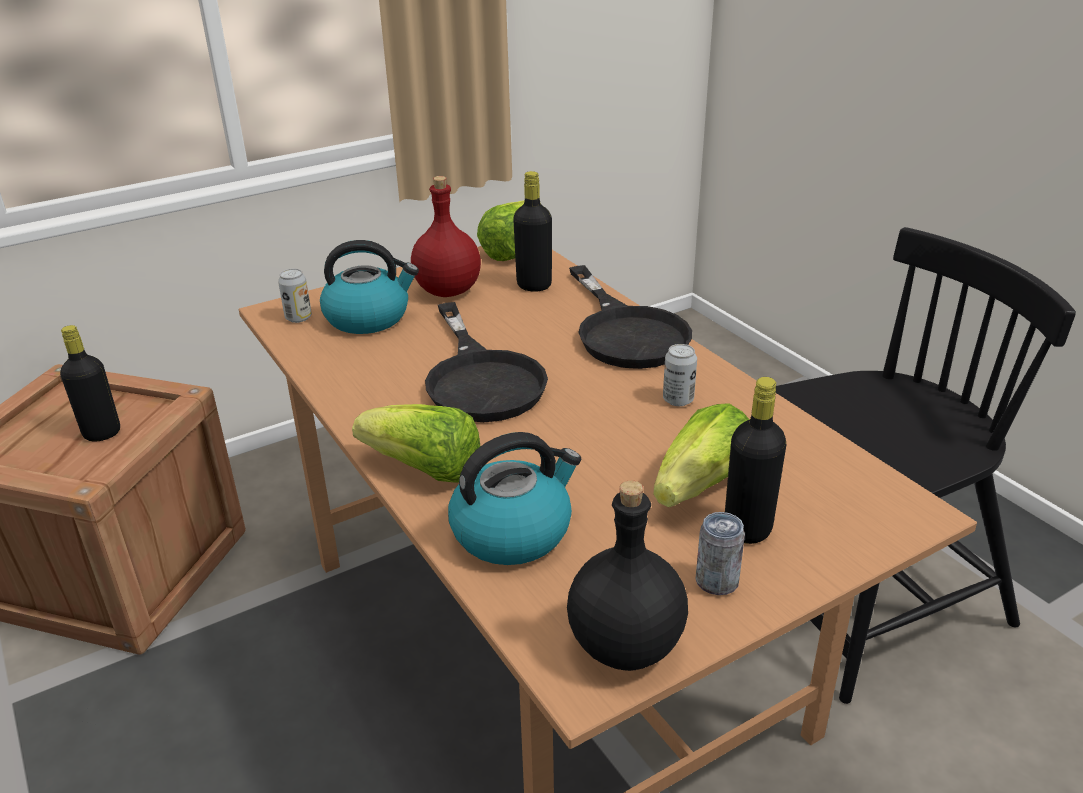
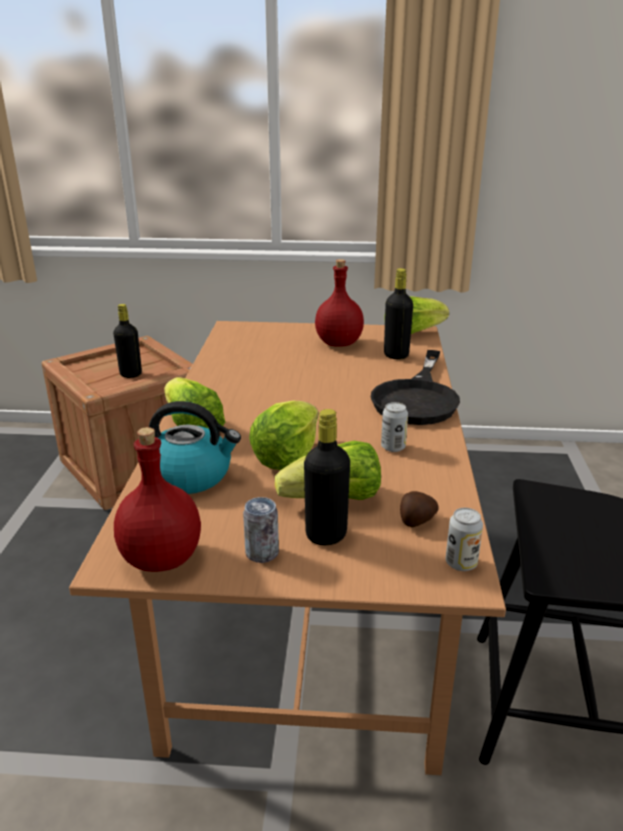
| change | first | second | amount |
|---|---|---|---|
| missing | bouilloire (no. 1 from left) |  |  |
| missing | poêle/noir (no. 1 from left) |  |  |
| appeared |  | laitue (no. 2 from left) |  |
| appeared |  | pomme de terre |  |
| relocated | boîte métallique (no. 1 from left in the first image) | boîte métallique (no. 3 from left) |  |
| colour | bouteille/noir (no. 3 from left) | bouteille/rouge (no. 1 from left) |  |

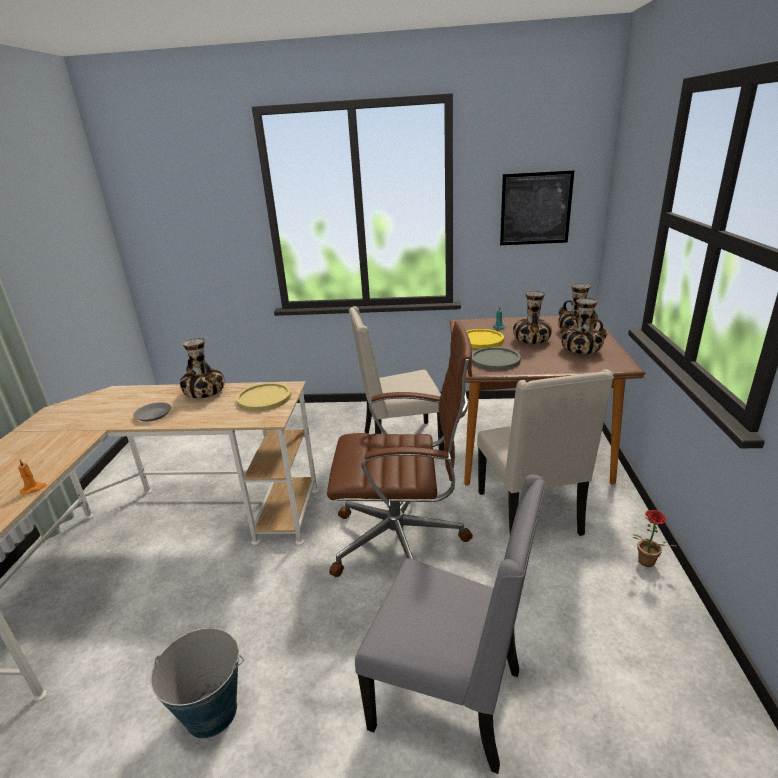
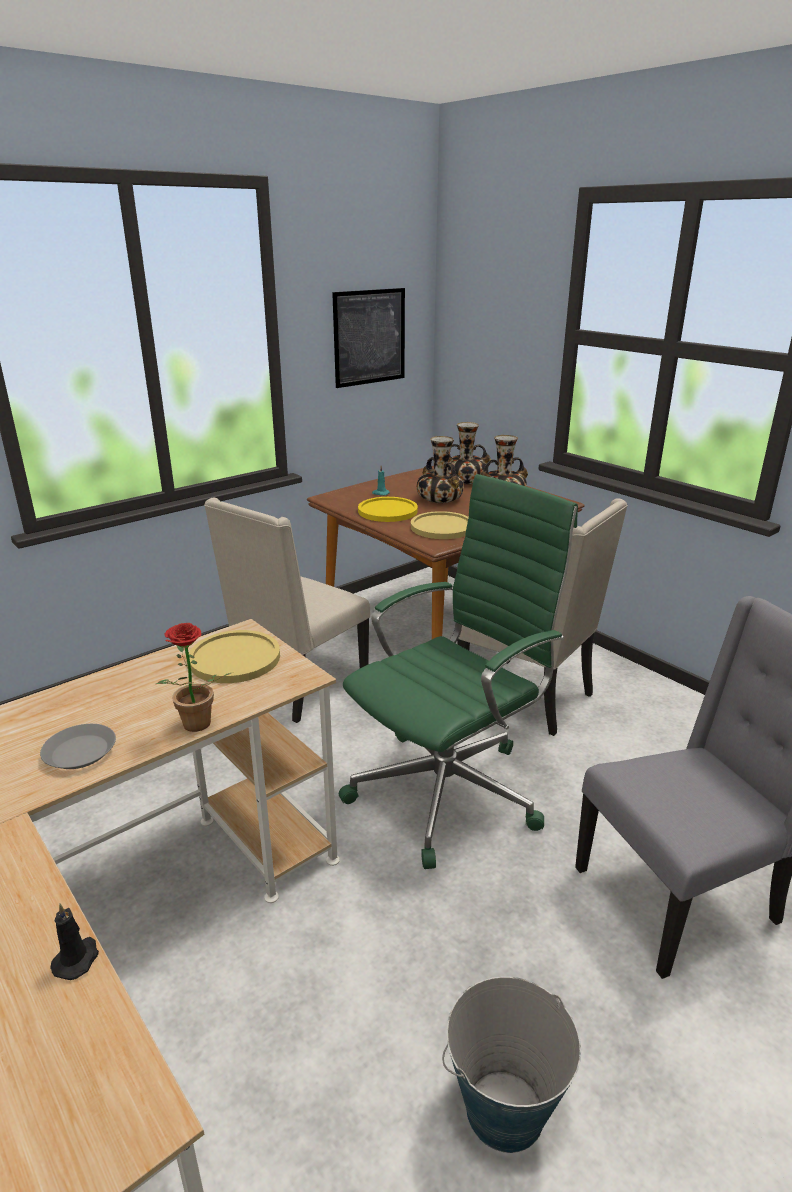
| change | first | second | amount |
|---|---|---|---|
| missing | vase (no. 1 from left) |  |  |
| relocated | plante en pot |  |  |
| colour | bougie/orange | bougie/noir |  |
| colour | chaise de bureau/marron | chaise de bureau/vert |  |
| colour | assiette/gris (no. 2 from left) | assiette/jaune (no. 3 from left) |  |

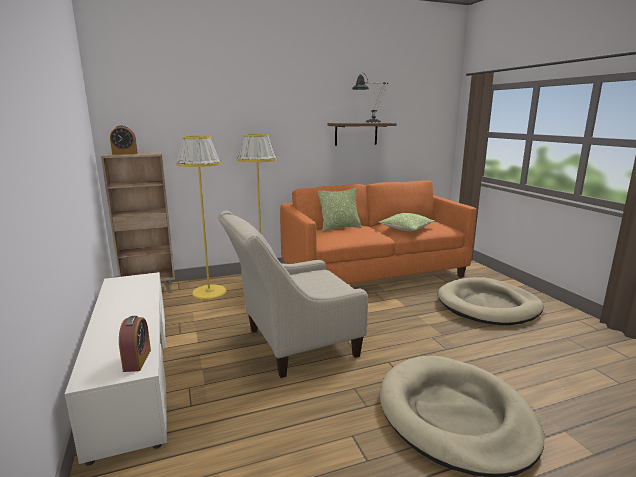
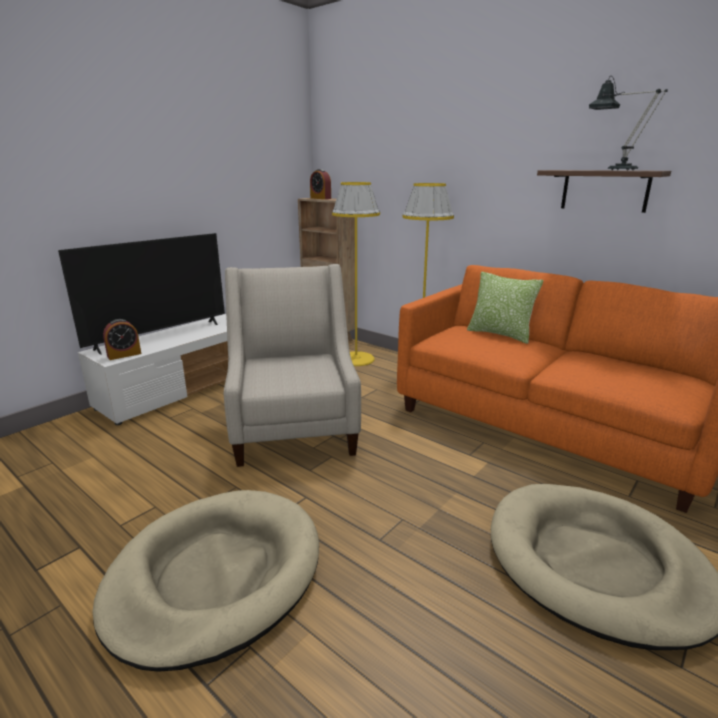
| change | first | second | amount |
|---|---|---|---|
| missing | coussin (no. 2 from left) |  |  |
| appeared |  | téléviseur |  |
| spun | fauteuil/beige |  | 45 degrees clockwise |

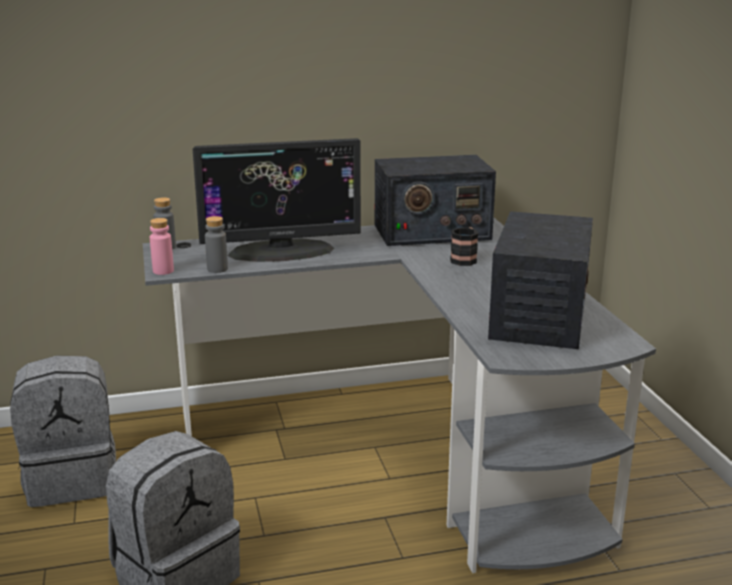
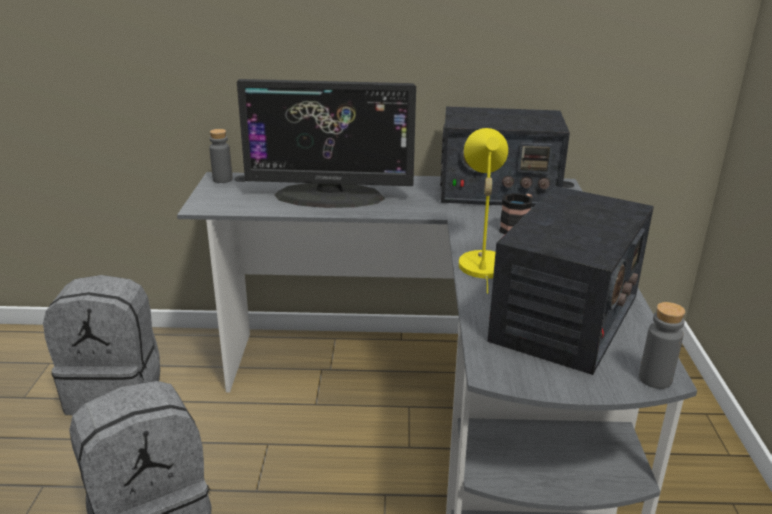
| change | first | second | amount |
|---|---|---|---|
| missing | bouteille/rose |  |  |
| appeared |  | lampe de table/jaune |  |
| relocated | bouteille/gris (no. 2 from left) |  |  |

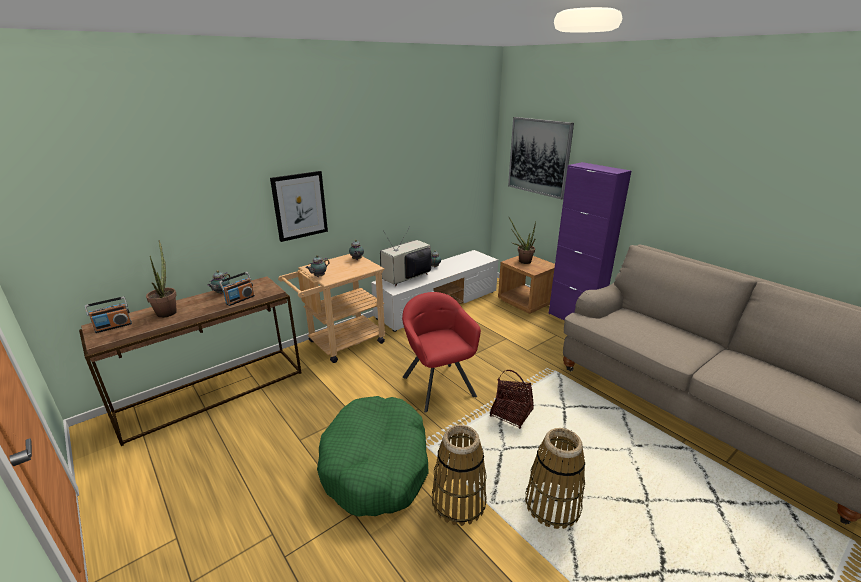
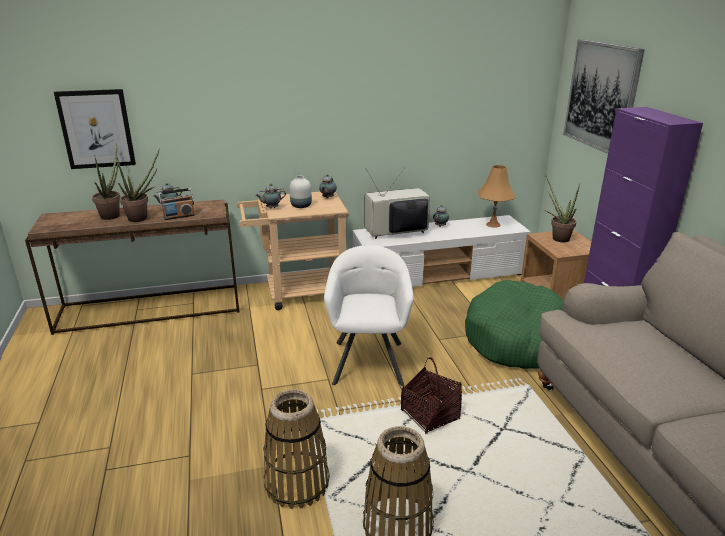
| change | first | second | amount |
|---|---|---|---|
| missing | radio (no. 1 from left) |  |  |
| appeared |  | plante en pot (no. 2 from left) |  |
| appeared |  | vase/blanc |  |
| appeared |  | lampe de table/orange |  |
| relocated | tableau (no. 1 from left) |  |  |
| relocated | panier pour chien/vert |  |  |
| colour | fauteuil/rouge | fauteuil/blanc |  |

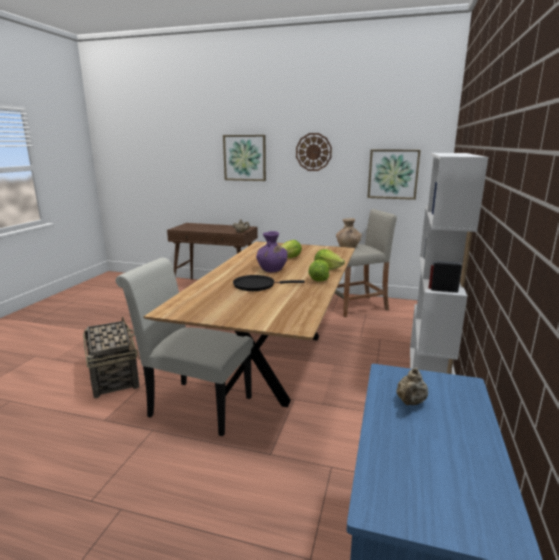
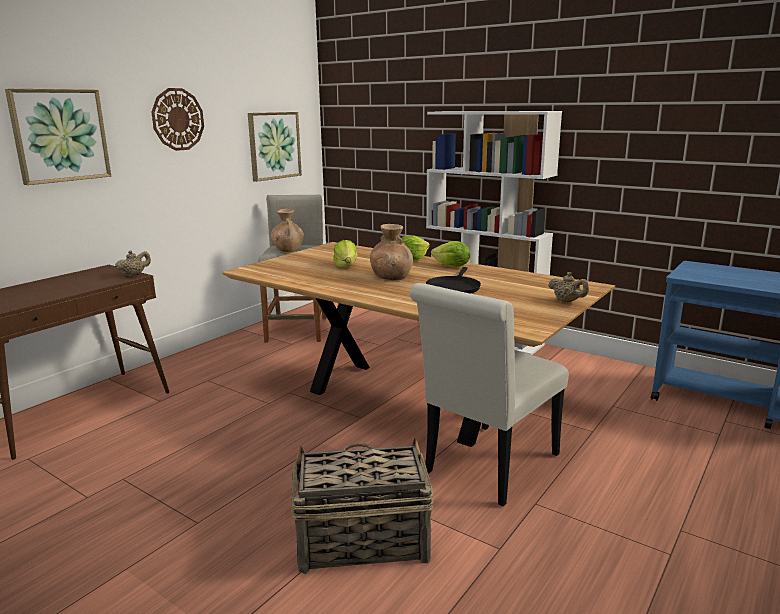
| change | first | second | amount |
|---|---|---|---|
| relocated | théière/beige (no. 2 from left) |  |  |
| colour | vase/violet | vase/marron (no. 2 from left) |  |

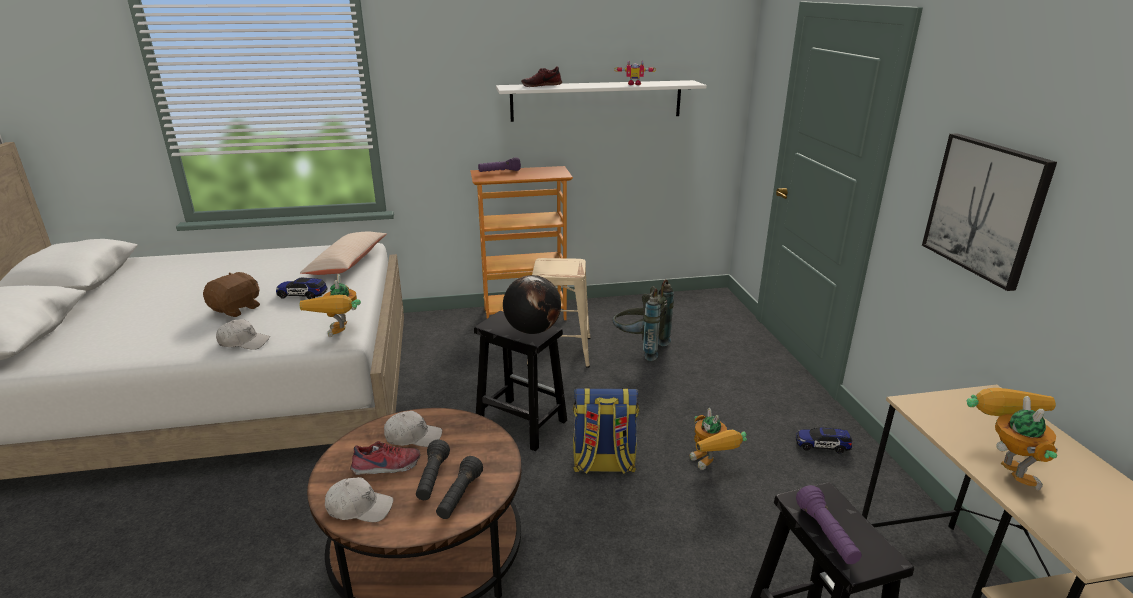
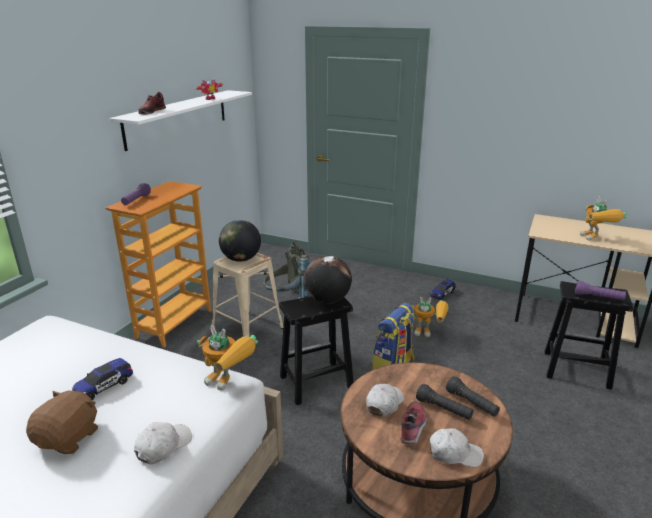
| change | first | second | amount |
|---|---|---|---|
| missing | coussin/beige |  |  |
| missing | tableau |  |  |
| appeared |  | globe (no. 1 from left) |  |
| spun | peluche/marron |  | 45 degrees clockwise |
| spun | casquette/blanc (no. 2 from left in the first image) | casquette/blanc (no. 3 from left) | 60 degrees clockwise |
| spun | robot jouet (no. 4 from left) |  | 135 degrees counterclockwise |

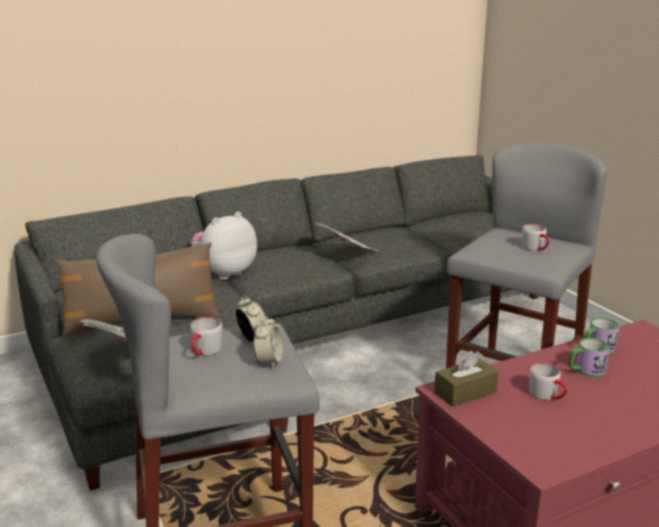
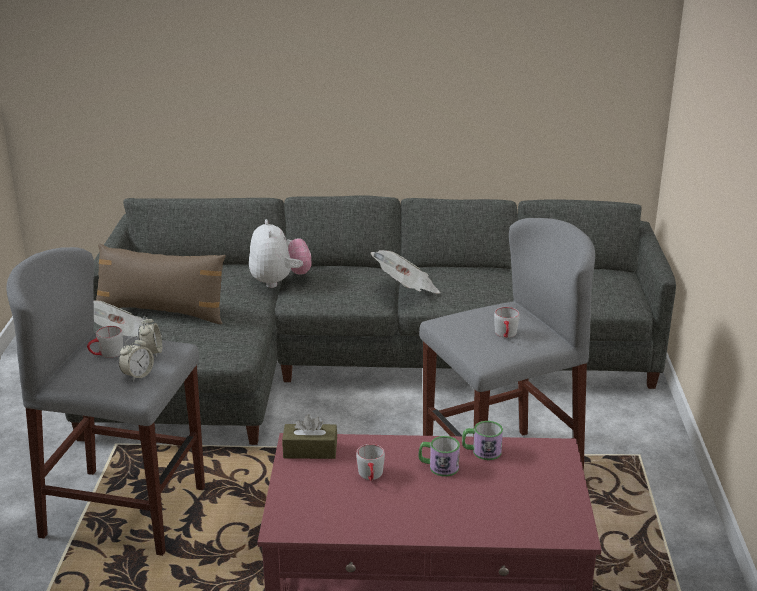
| change | first | second | amount |
|---|---|---|---|
| spun | peluche |  | 90 degrees clockwise |

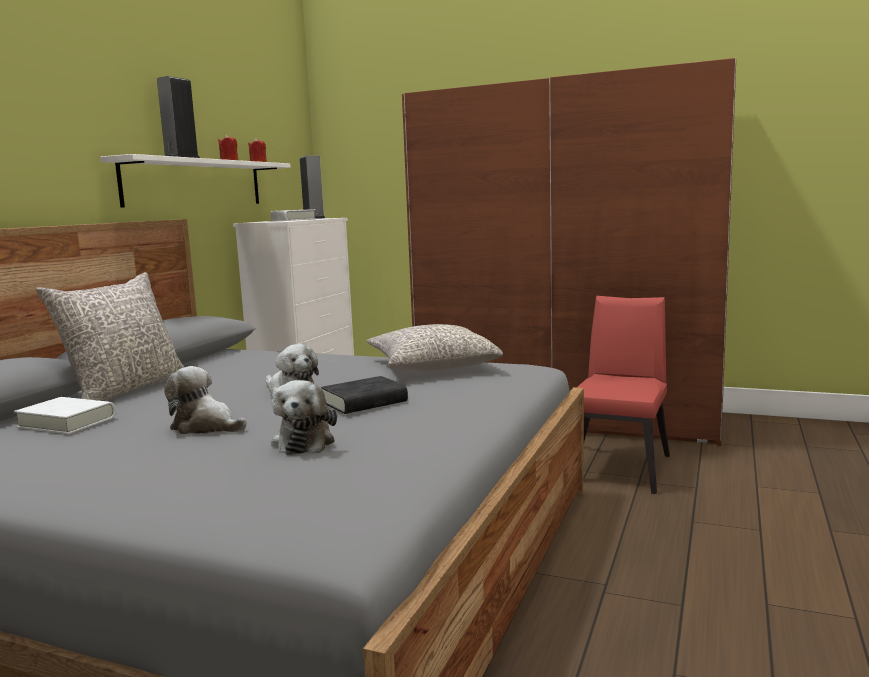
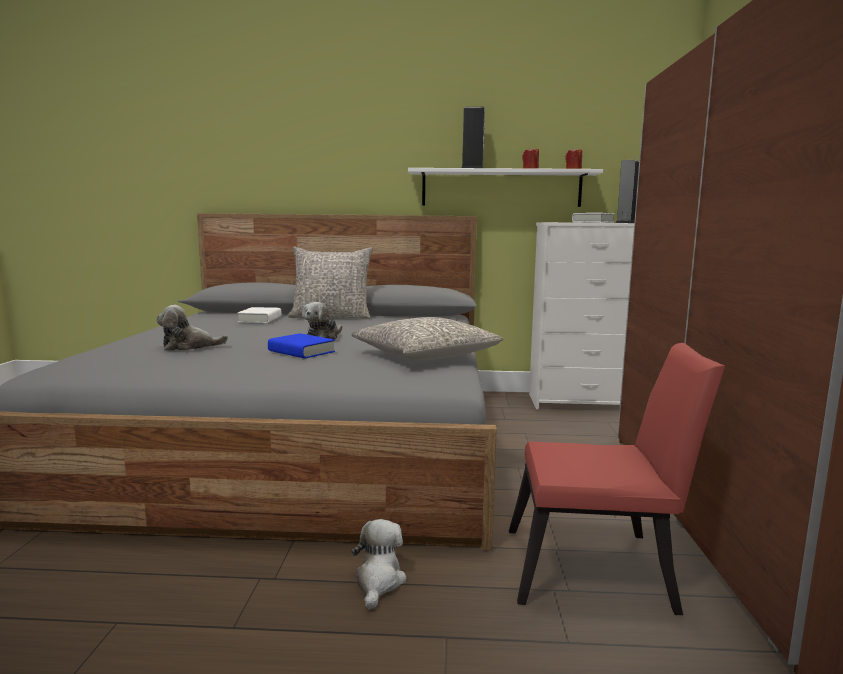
| change | first | second | amount |
|---|---|---|---|
| relocated | peluche (no. 1 from left in the first image) | peluche (no. 3 from left) |  |
| colour | livre/noir | livre/bleu |  |

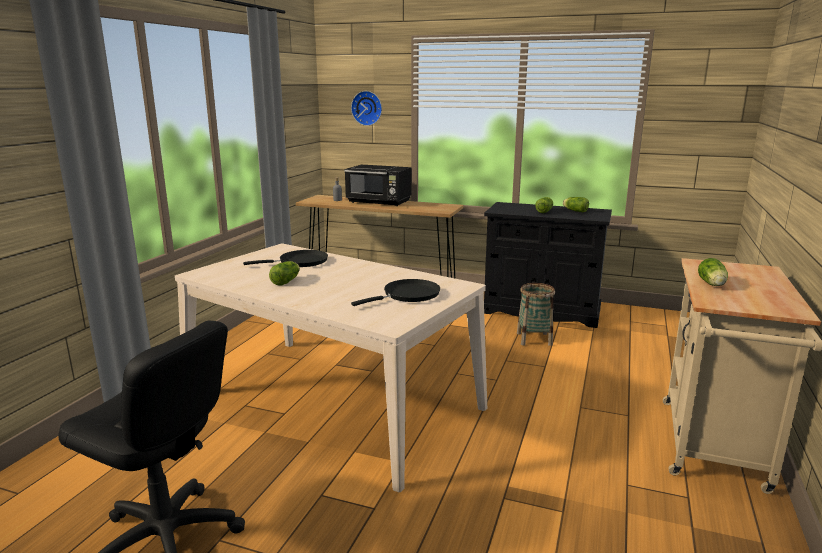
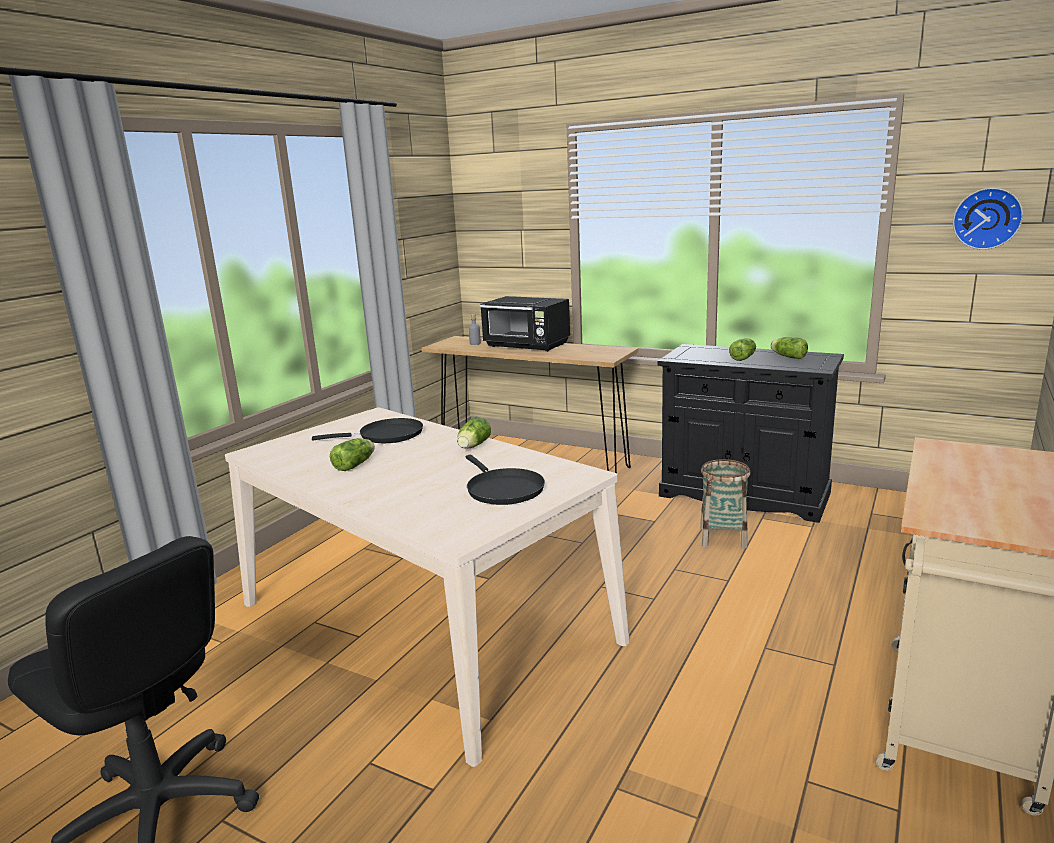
| change | first | second | amount |
|---|---|---|---|
| relocated | horloge murale |  |  |
| relocated | laitue (no. 4 from left in the first image) | laitue (no. 2 from left) |  |
| spun | poêle/noir (no. 2 from left) |  | 90 degrees clockwise |

